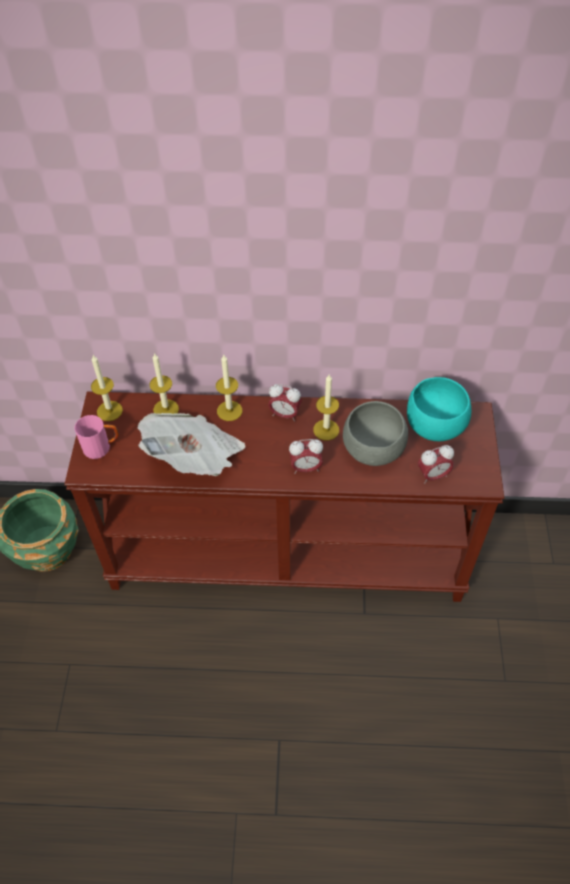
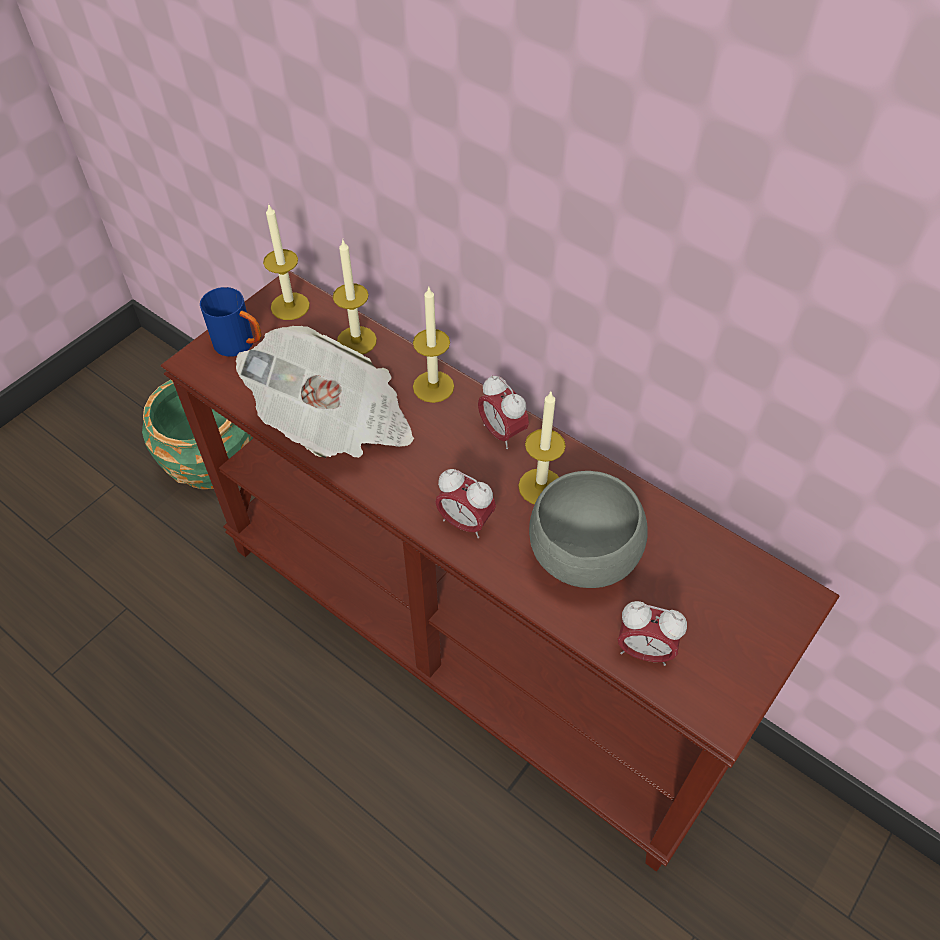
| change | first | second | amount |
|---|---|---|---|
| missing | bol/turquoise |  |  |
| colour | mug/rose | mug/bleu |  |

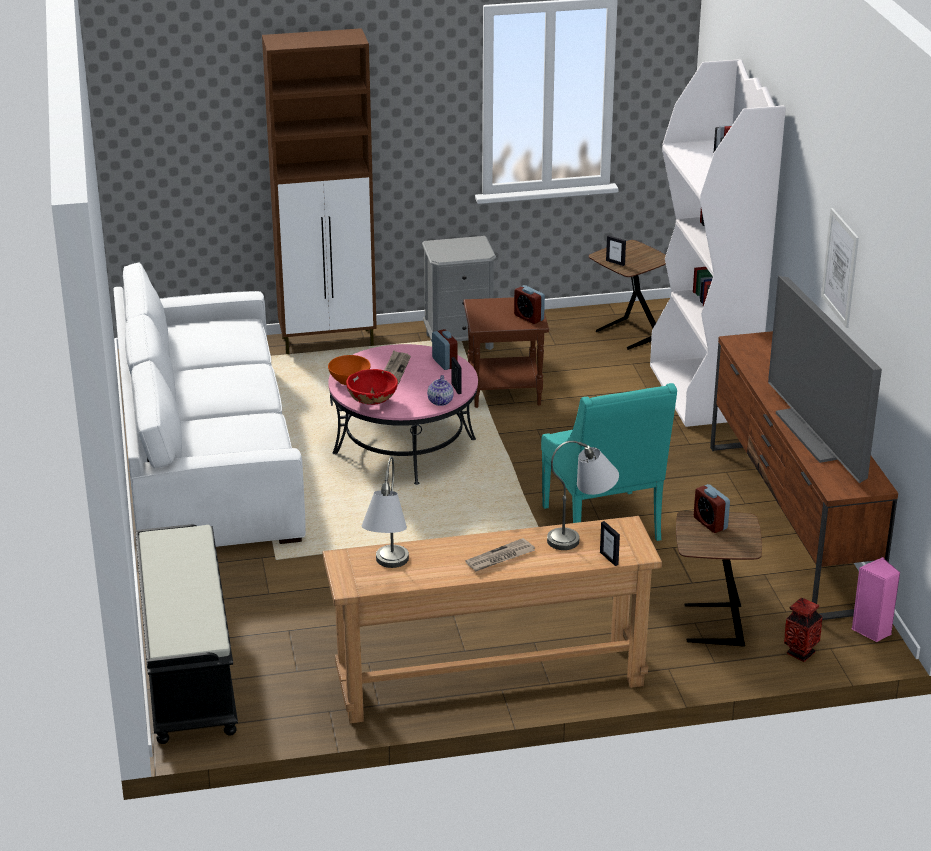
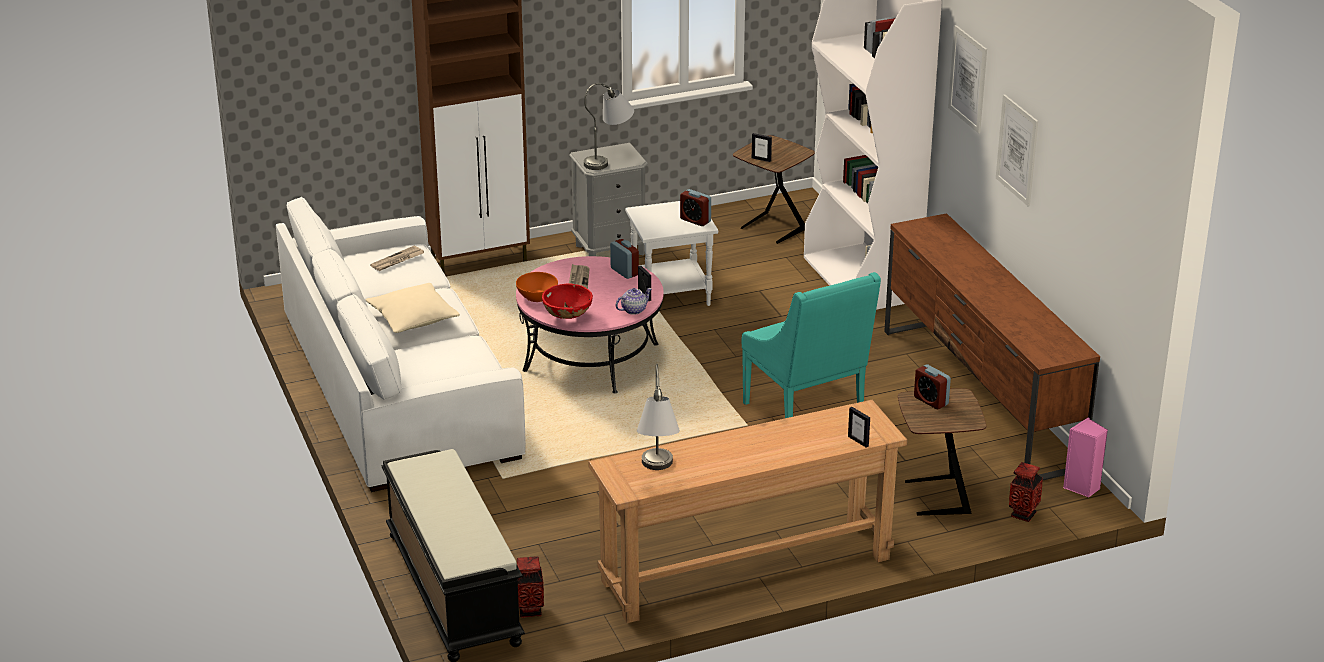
| change | first | second | amount |
|---|---|---|---|
| missing | téléviseur |  |  |
| appeared |  | coussin/beige |  |
| appeared |  | vase (no. 1 from left) |  |
| appeared |  | tableau (no. 1 from left) |  |
| relocated | journal (no. 2 from left in the first image) | journal (no. 1 from left) |  |
| relocated | lampe de table/gris (no. 2 from left in the first image) | lampe de table/gris (no. 1 from left) |  |
| colour | table d'appoint/marron (no. 1 from left) | table d'appoint/blanc |  |
| spun | théière |  | 120 degrees counterclockwise |

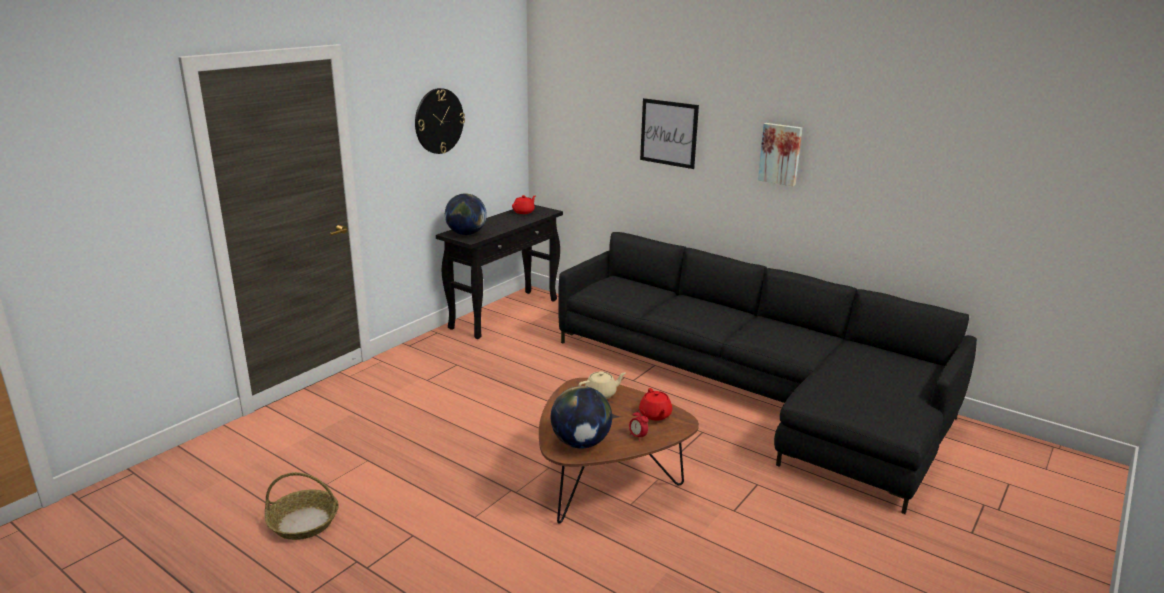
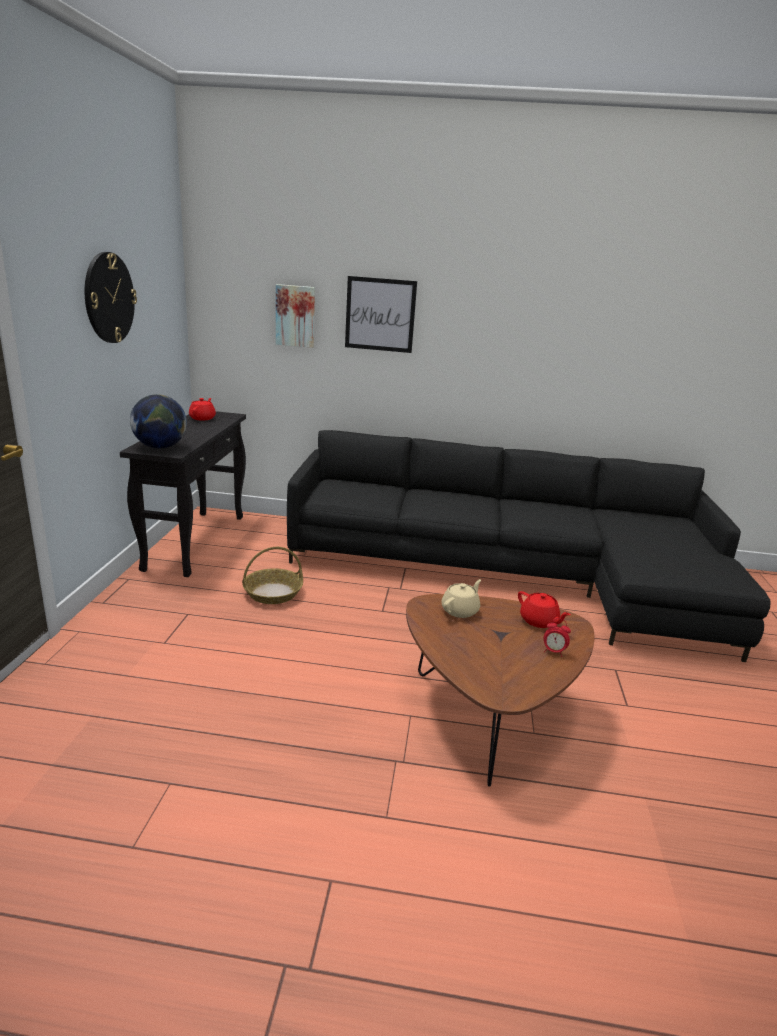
| change | first | second | amount |
|---|---|---|---|
| missing | globe (no. 2 from left) |  |  |
| relocated | panier |  |  |
| relocated | tableau (no. 2 from left in the first image) | tableau (no. 1 from left) |  |

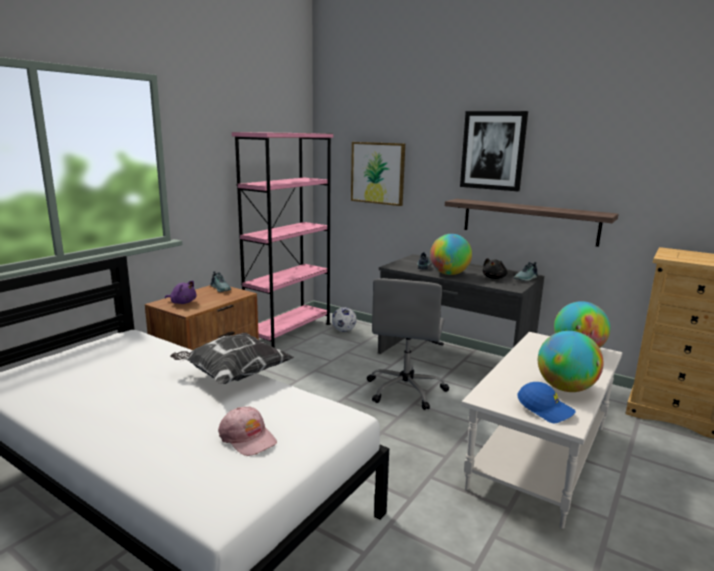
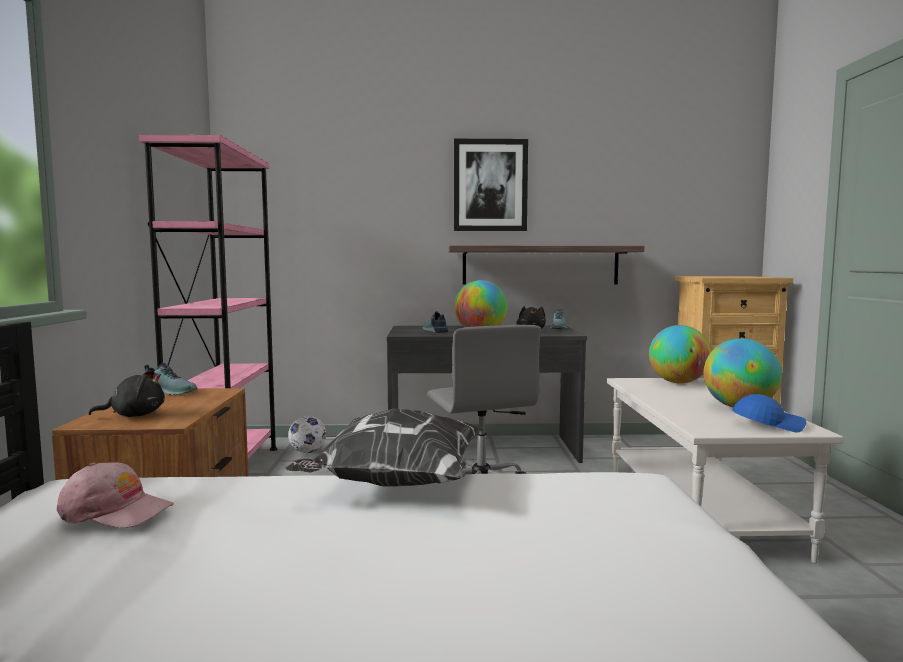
| change | first | second | amount |
|---|---|---|---|
| missing | tableau (no. 1 from left) |  |  |
| relocated | casquette/rose |  |  |
| colour | peluche/violet | peluche/noir (no. 1 from left) |  |

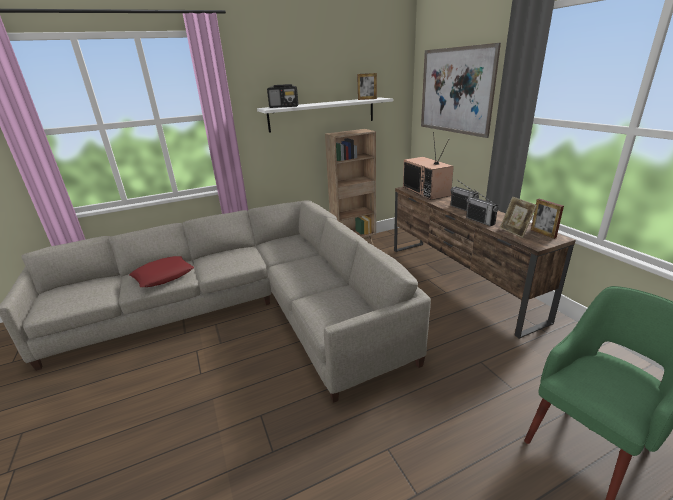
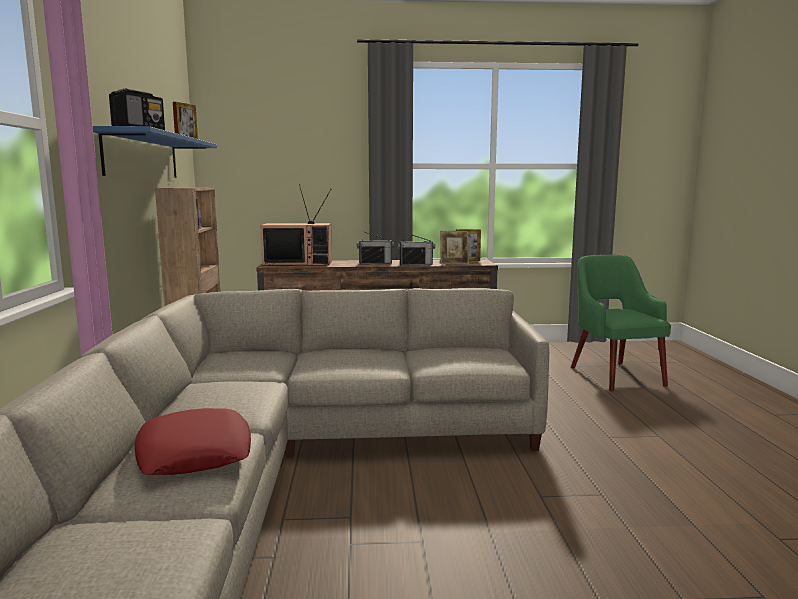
| change | first | second | amount |
|---|---|---|---|
| missing | tableau |  |  |
| colour | étagère/blanc | étagère/bleu |  |

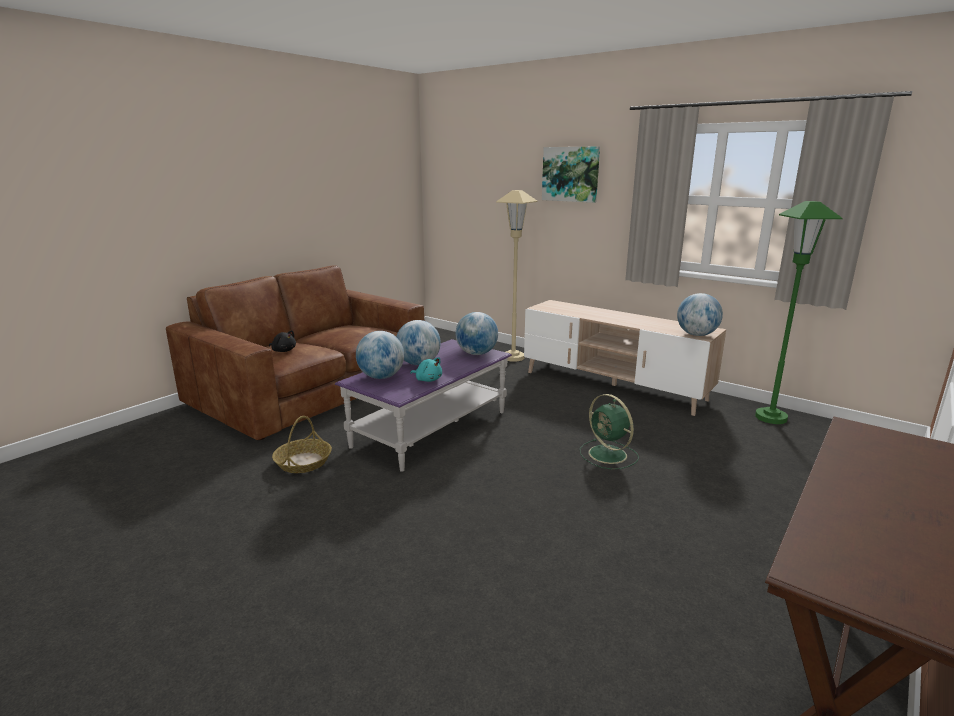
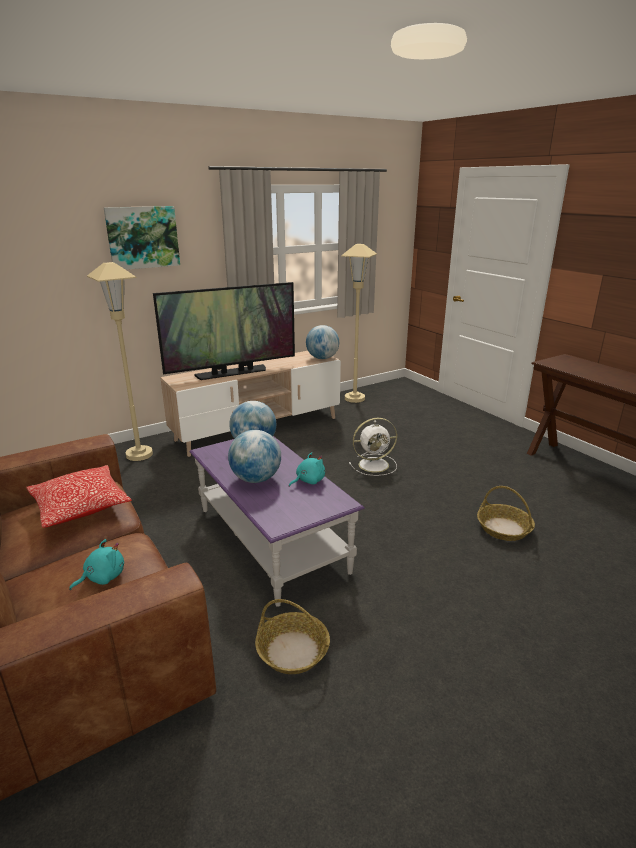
| change | first | second | amount |
|---|---|---|---|
| missing | globe (no. 1 from left) |  |  |
| appeared |  | coussin |  |
| appeared |  | téléviseur |  |
| appeared |  | panier (no. 2 from left) |  |
| colour | peluche/noir | peluche/turquoise (no. 1 from left) |  |
| colour | ventilateur/vert | ventilateur/blanc |  |
| colour | lampadaire/vert | lampadaire/beige (no. 2 from left) |  |

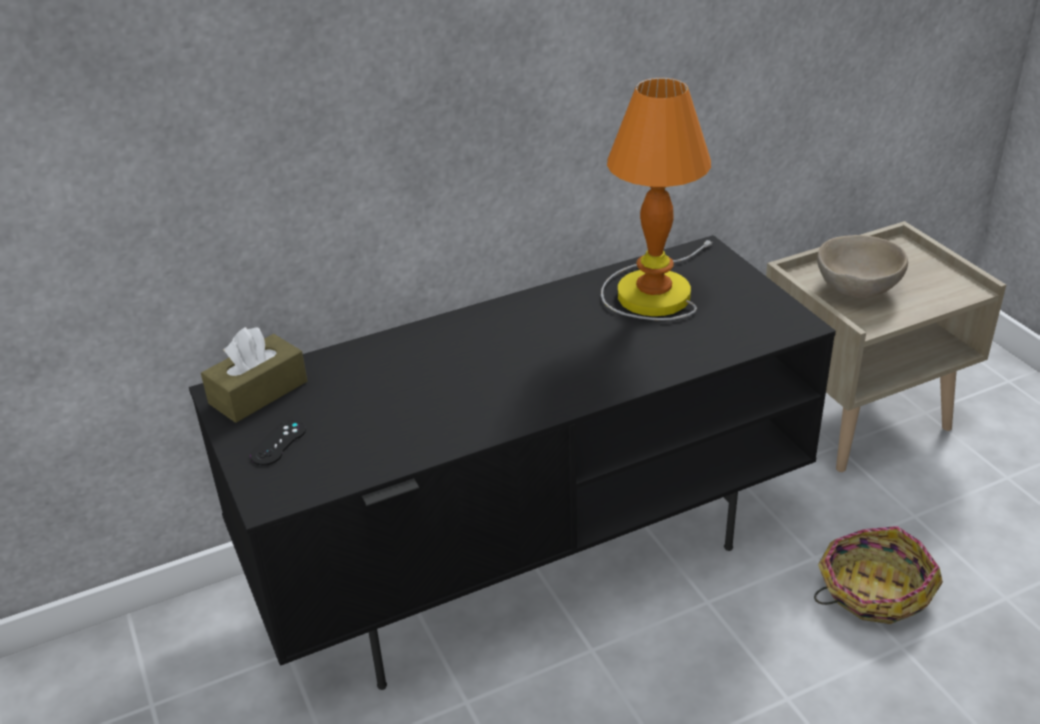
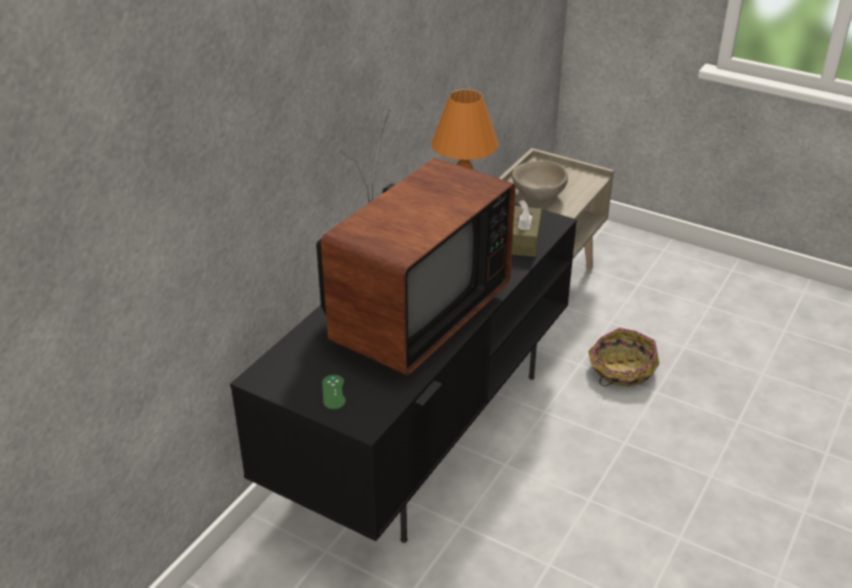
| change | first | second | amount |
|---|---|---|---|
| appeared |  | téléviseur |  |
| relocated | boîte à mouchoirs/marron |  |  |
| colour | manette/noir | manette/vert |  |

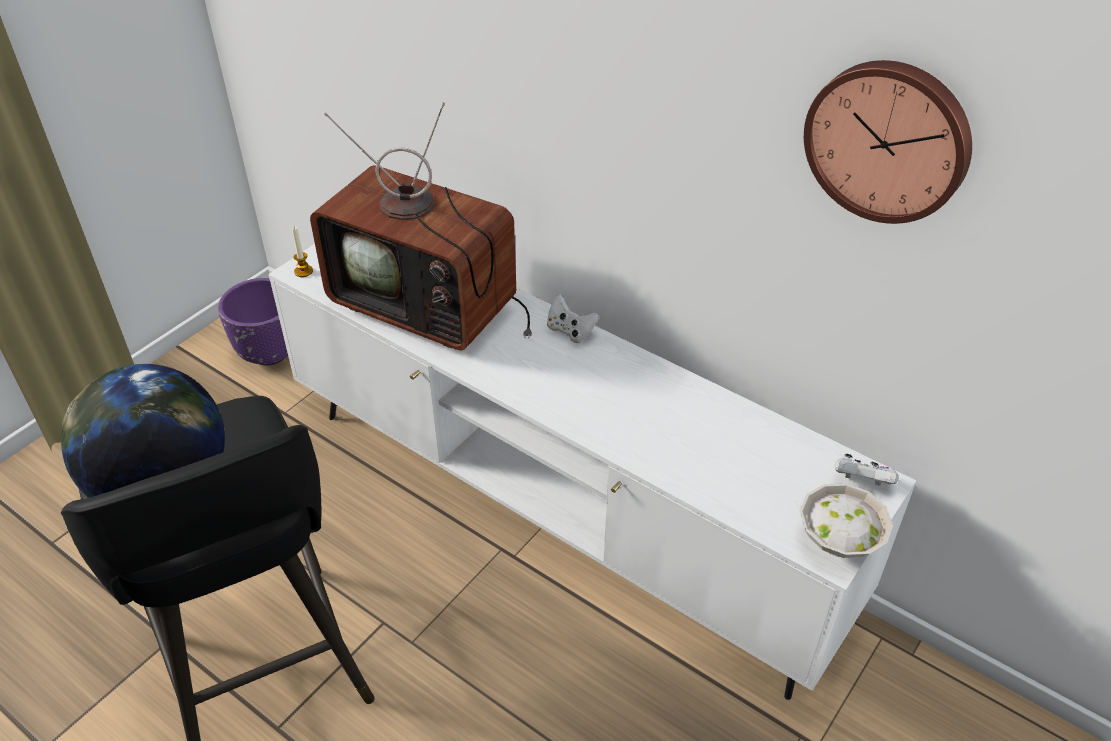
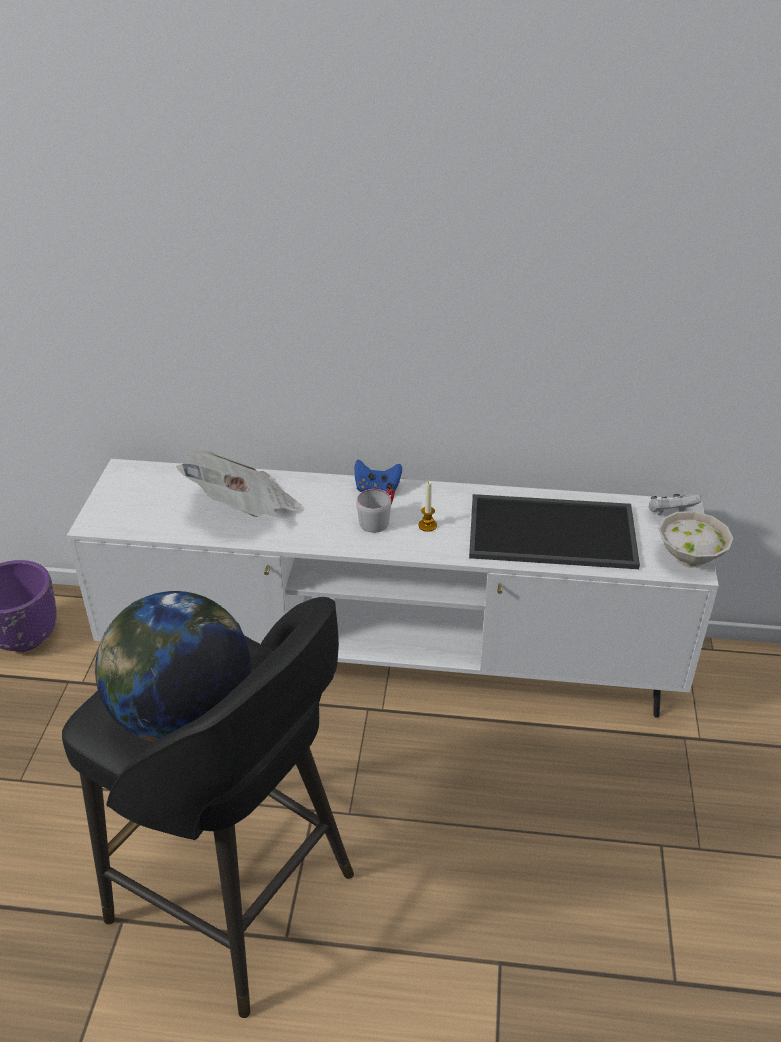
| change | first | second | amount |
|---|---|---|---|
| missing | horloge murale |  |  |
| appeared |  | mug/gris |  |
| appeared |  | plateau |  |
| relocated | bougie |  |  |
| exchanged | téléviseur | journal |  |
| colour | manette/blanc (no. 1 from left) | manette/bleu |  |

